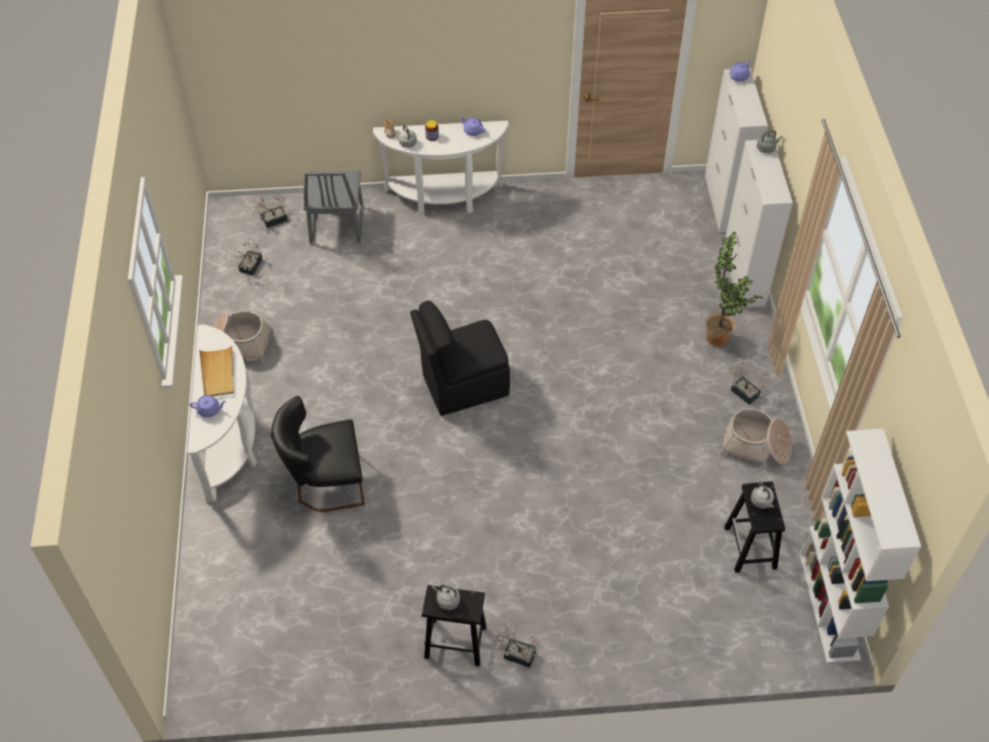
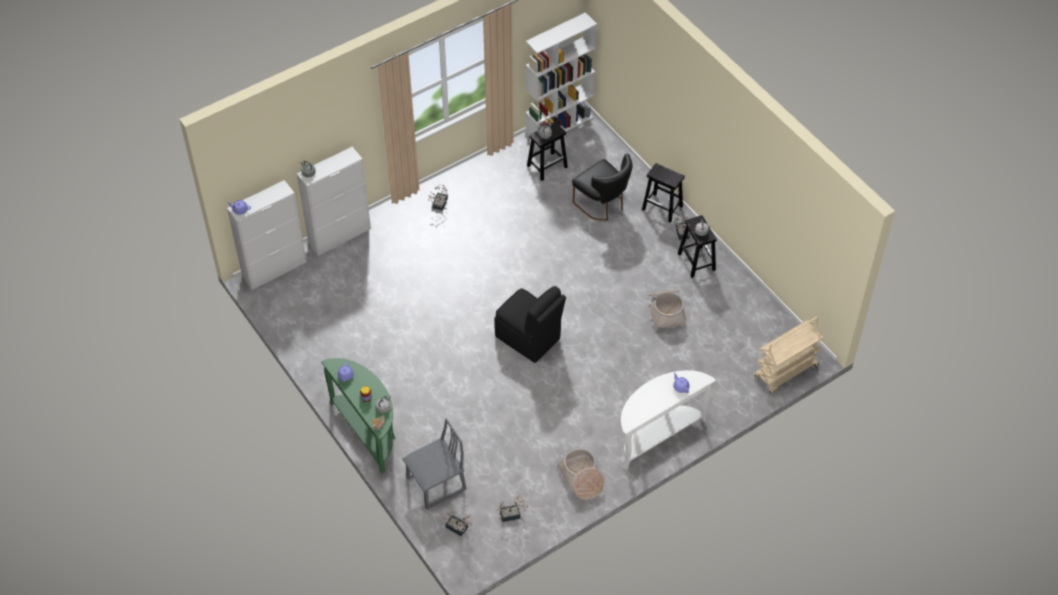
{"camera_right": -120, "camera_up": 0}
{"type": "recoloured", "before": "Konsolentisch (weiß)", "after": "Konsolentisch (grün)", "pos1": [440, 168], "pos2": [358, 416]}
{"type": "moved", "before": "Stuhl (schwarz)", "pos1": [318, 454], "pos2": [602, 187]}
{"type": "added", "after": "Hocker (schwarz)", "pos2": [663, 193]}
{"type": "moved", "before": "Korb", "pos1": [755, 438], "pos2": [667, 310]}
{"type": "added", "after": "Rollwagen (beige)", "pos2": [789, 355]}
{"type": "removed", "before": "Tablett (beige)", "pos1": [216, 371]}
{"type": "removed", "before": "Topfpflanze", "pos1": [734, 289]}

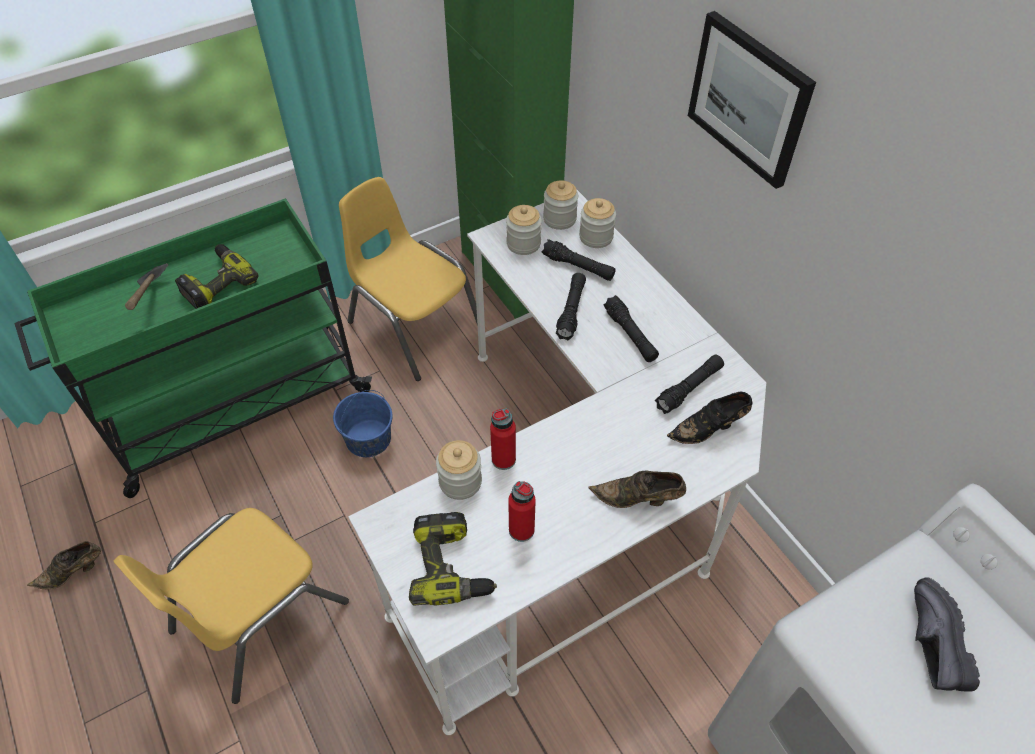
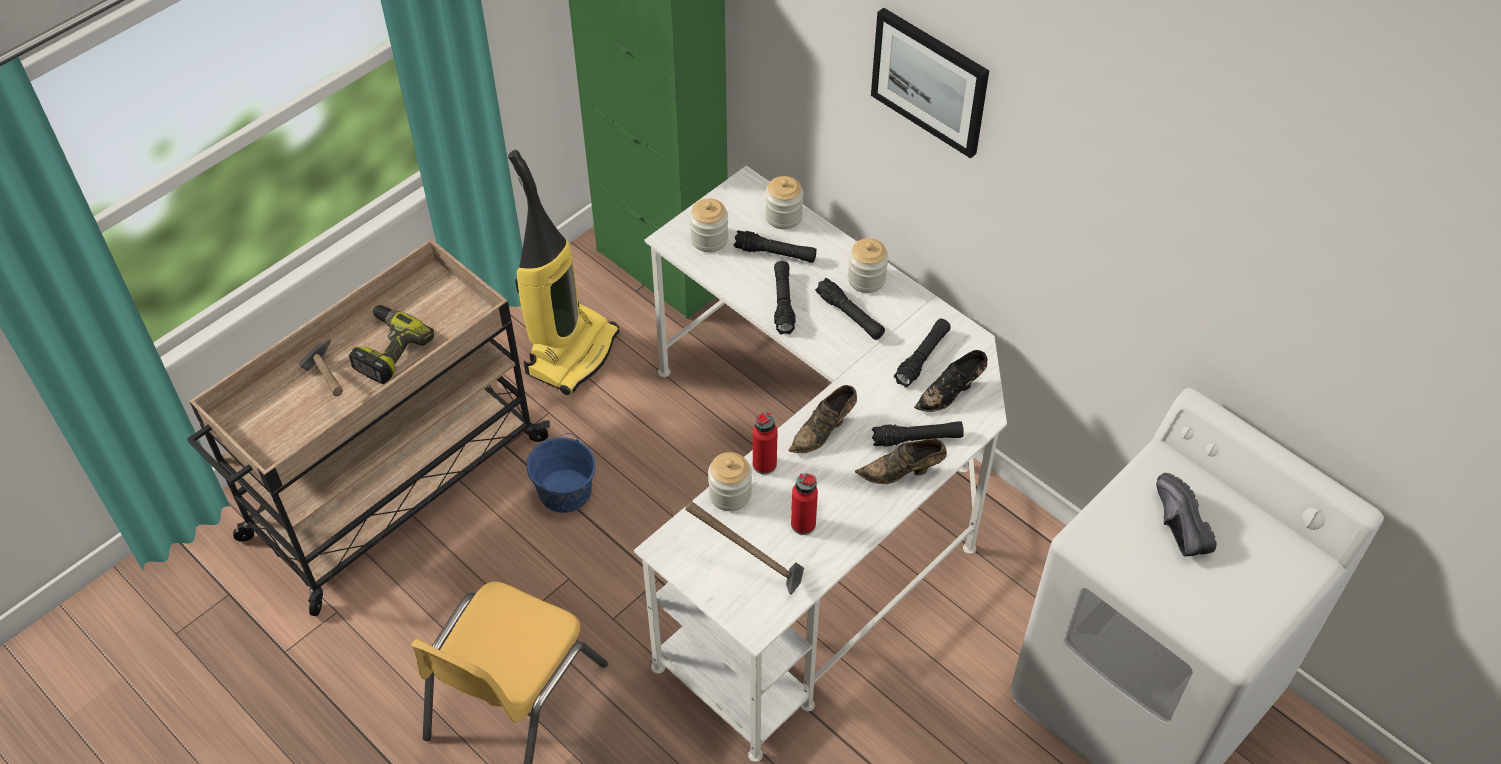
{"camera_right": -15, "camera_up": 0}
{"type": "recoloured", "before": "Rollwagen (grün)", "after": "Rollwagen (beige)", "pos1": [193, 348], "pos2": [368, 427]}
{"type": "replaced", "before": "Stuhl (gelb)", "after": "Staubsauger", "pos1": [408, 279], "pos2": [563, 272]}
{"type": "replaced", "before": "Bohrmaschine", "after": "Hammer", "pos1": [453, 559], "pos2": [744, 548]}
{"type": "moved", "before": "Schuh (braun)", "pos1": [64, 565], "pos2": [823, 419]}
{"type": "moved", "before": "Vorratsglas", "pos1": [560, 205], "pos2": [868, 265]}
{"type": "added", "after": "Taschenlampe (schwarz)", "pos2": [918, 434]}

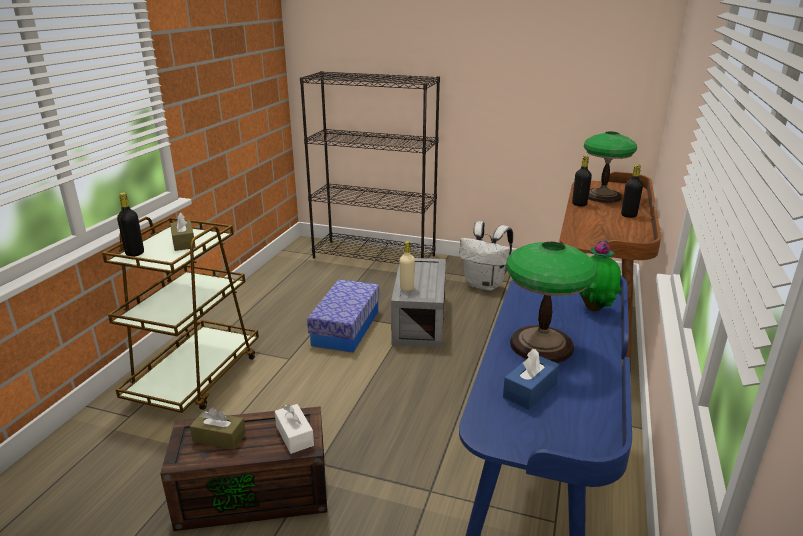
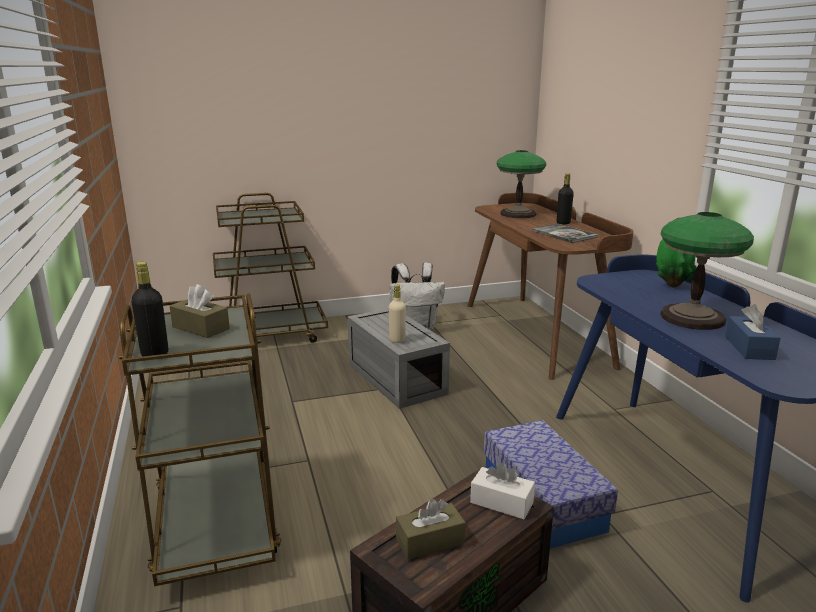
{"camera_right": -35, "camera_up": -5}
{"type": "replaced", "before": "Bücherregal (schwarz)", "after": "Rollwagen (braun)", "pos1": [370, 167], "pos2": [270, 268]}
{"type": "moved", "before": "Aufbewahrungsbox", "pos1": [343, 316], "pos2": [551, 484]}
{"type": "added", "after": "Buch", "pos2": [565, 233]}
{"type": "removed", "before": "Flasche (schwarz)", "pos1": [582, 180]}

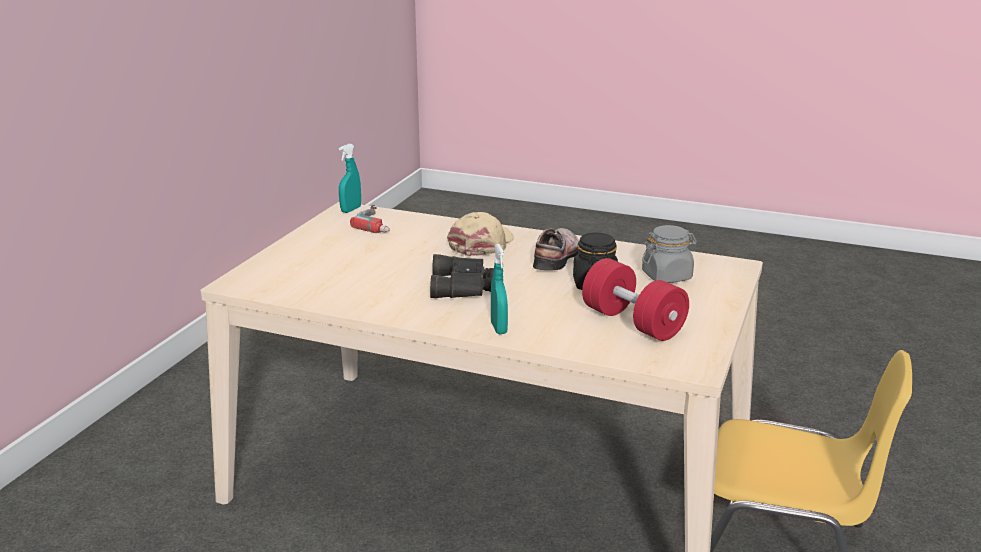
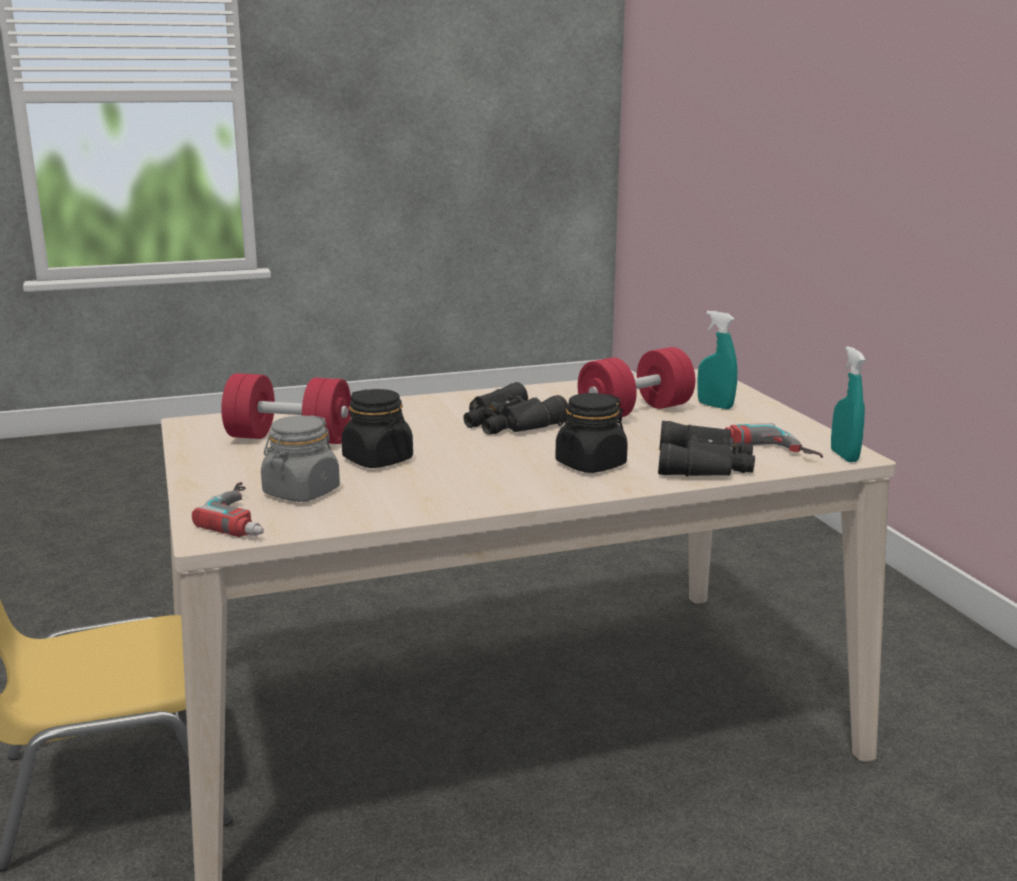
{"camera_right": 140, "camera_up": -5}
{"type": "added", "after": "Bohrmaschine", "pos2": [228, 509]}
{"type": "replaced", "before": "Kappe (beige)", "after": "Vorratsglas (schwarz)", "pos1": [480, 234], "pos2": [591, 433]}
{"type": "added", "after": "Hantel (rot)", "pos2": [636, 382]}
{"type": "added", "after": "Fernglas (schwarz)", "pos2": [706, 448]}
{"type": "moved", "before": "Sprühflasche (türkis)", "pos1": [499, 289], "pos2": [717, 360]}
{"type": "removed", "before": "Schuh", "pos1": [556, 249]}

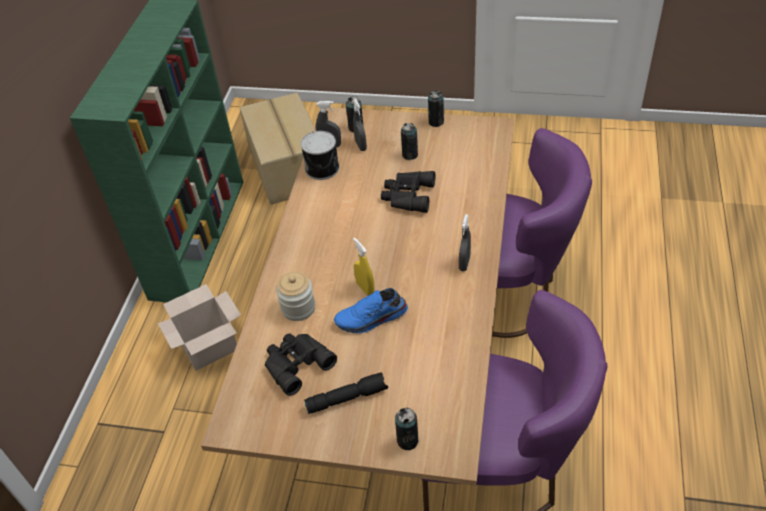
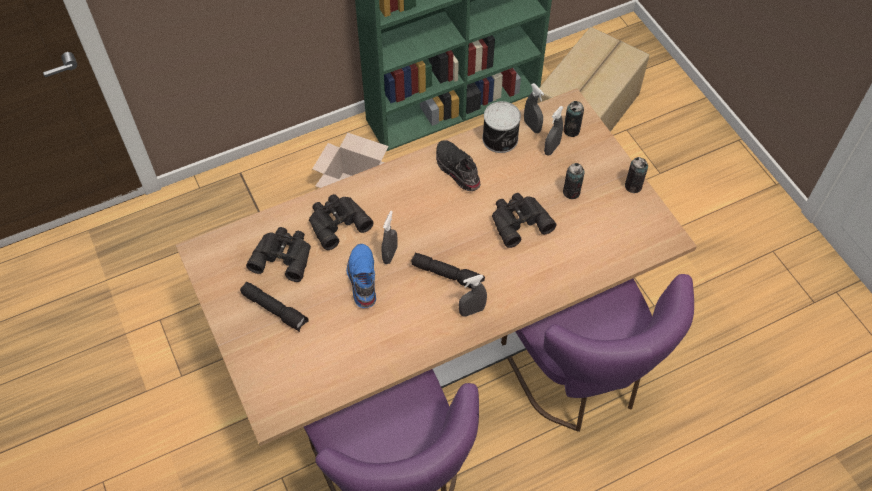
{"camera_right": 50, "camera_up": 10}
{"type": "replaced", "before": "Vorratsglas", "after": "Fernglas (schwarz)", "pos1": [295, 296], "pos2": [341, 222]}
{"type": "turned", "before": "Schuh (blau)", "pos1": [371, 311], "pos2": [361, 276], "turn": 45}
{"type": "recoloured", "before": "Sprühflasche (gelb)", "after": "Sprühflasche (grau)", "pos1": [364, 266], "pos2": [389, 237]}
{"type": "added", "after": "Taschenlampe (schwarz)", "pos2": [448, 270]}
{"type": "added", "after": "Schuh (schwarz)", "pos2": [458, 165]}
{"type": "removed", "before": "Dose", "pos1": [406, 429]}

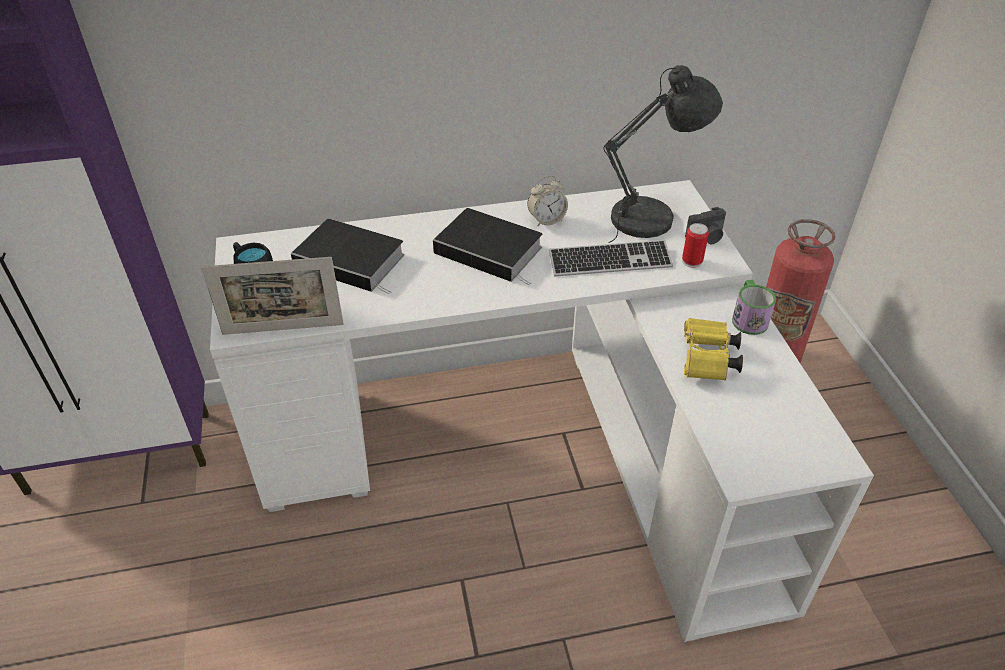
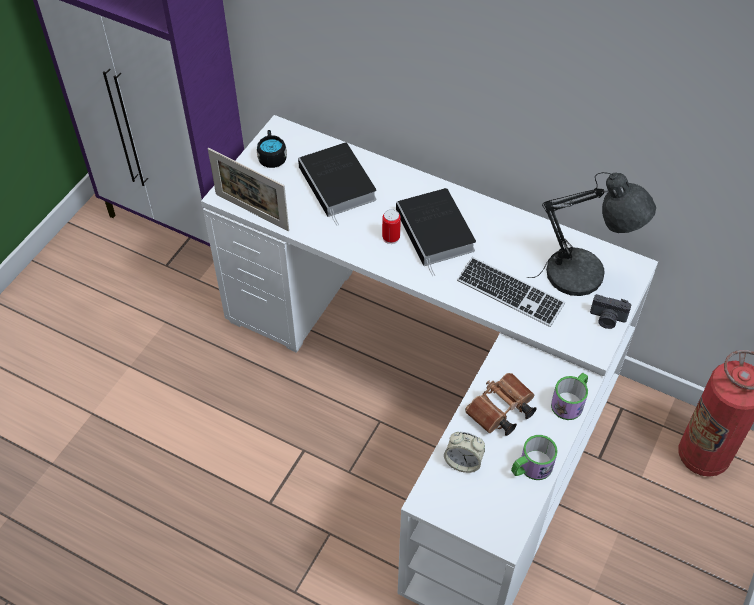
{"camera_right": 40, "camera_up": 10}
{"type": "moved", "before": "Dose", "pos1": [695, 245], "pos2": [391, 226]}
{"type": "moved", "before": "Wecker", "pos1": [547, 201], "pos2": [464, 452]}
{"type": "recoloured", "before": "Fernglas (gelb)", "after": "Fernglas (braun)", "pos1": [713, 349], "pos2": [501, 404]}
{"type": "added", "after": "Henkelbecher", "pos2": [534, 457]}

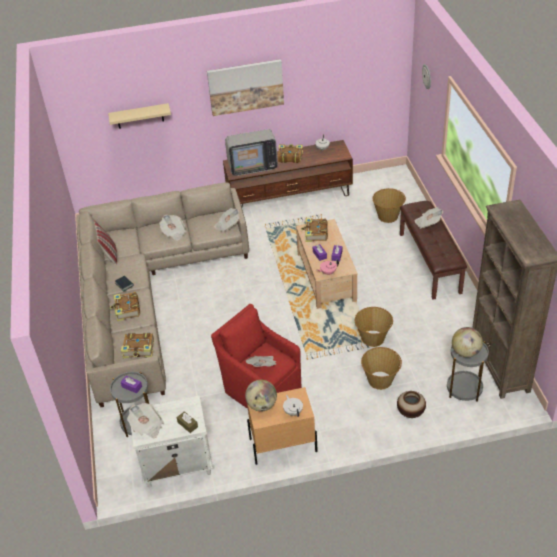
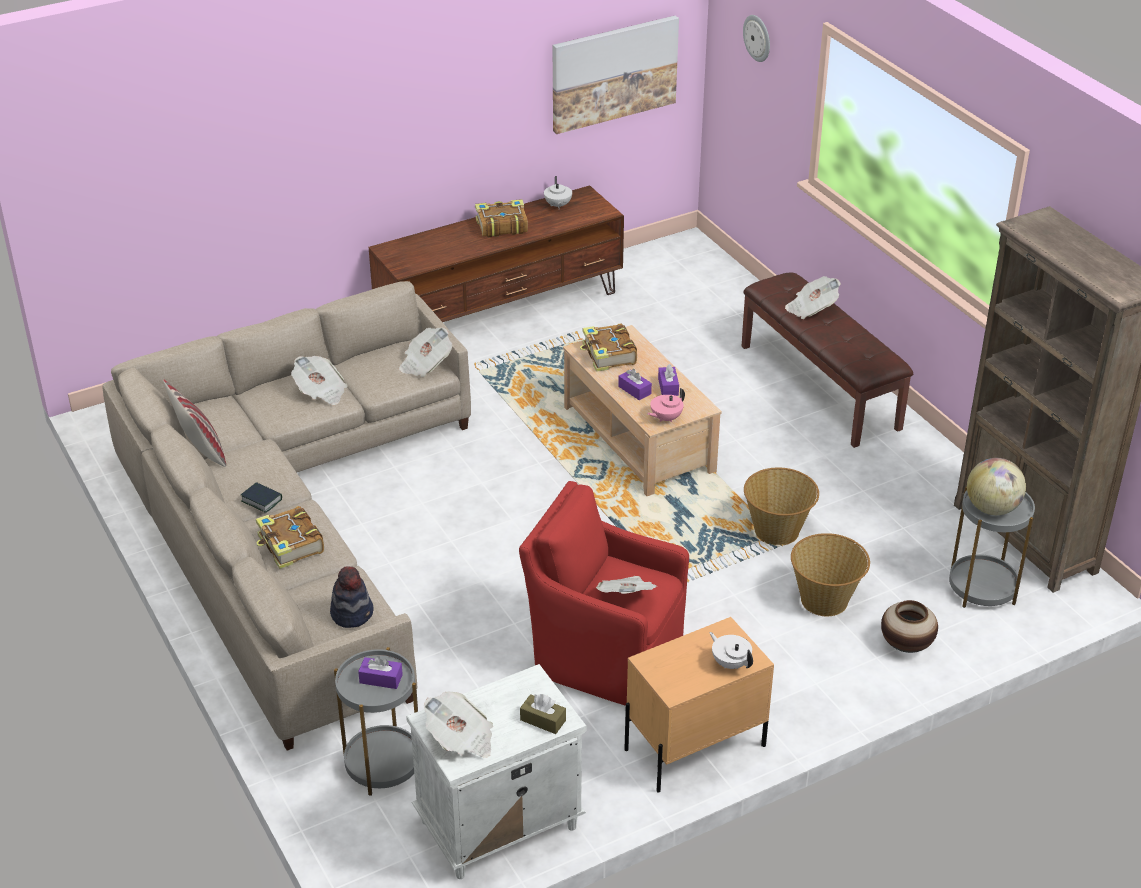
{"camera_right": -20, "camera_up": -5}
{"type": "replaced", "before": "Buch", "after": "Hut", "pos1": [137, 345], "pos2": [352, 597]}
{"type": "moved", "before": "Bild", "pos1": [245, 87], "pos2": [616, 75]}
{"type": "removed", "before": "Wandregal (beige)", "pos1": [139, 116]}
{"type": "removed", "before": "Fernseher", "pos1": [251, 152]}
{"type": "removed", "before": "Globus", "pos1": [261, 396]}
{"type": "removed", "before": "Korb", "pos1": [389, 205]}

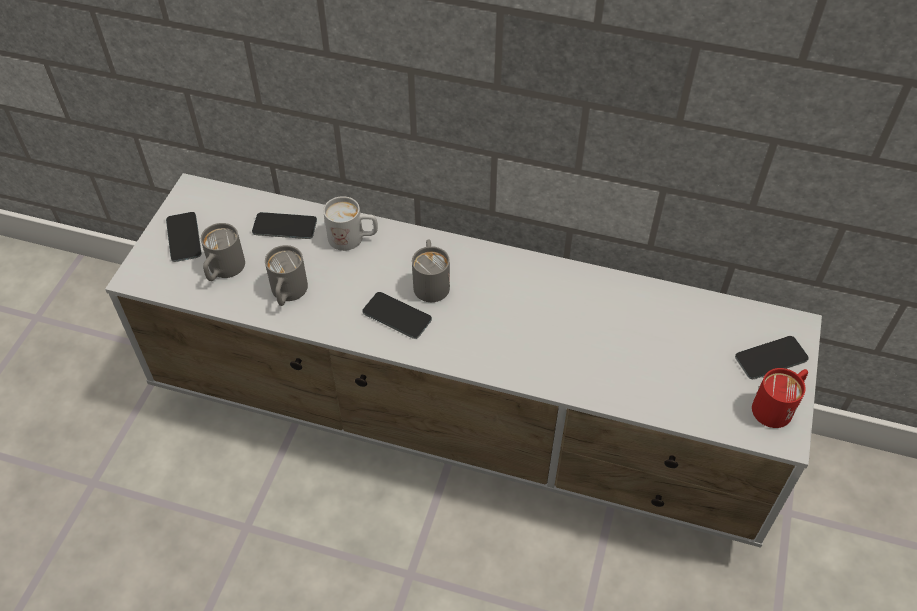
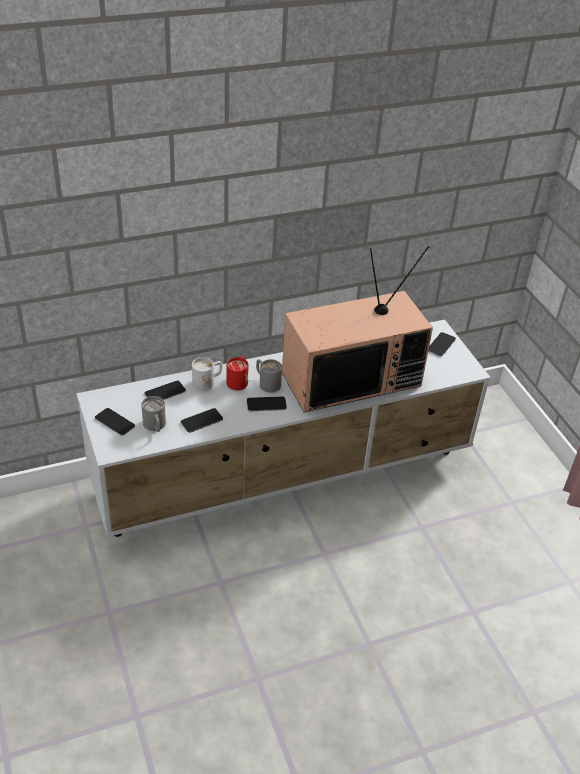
{"camera_right": -40, "camera_up": -10}
{"type": "replaced", "before": "Henkelbecher (grau)", "after": "Handy", "pos1": [286, 275], "pos2": [202, 420]}
{"type": "moved", "before": "Henkelbecher (rot)", "pos1": [780, 398], "pos2": [237, 372]}
{"type": "added", "after": "Fernseher", "pos2": [357, 329]}

